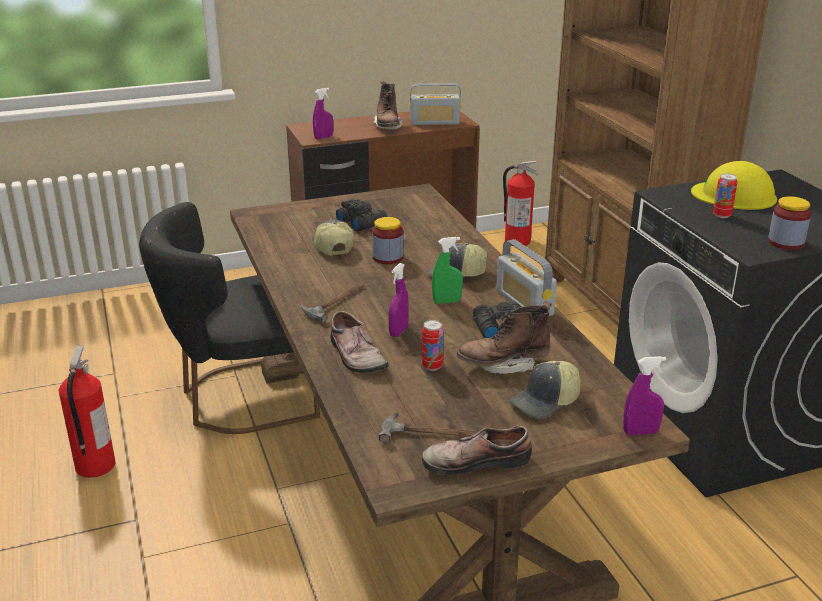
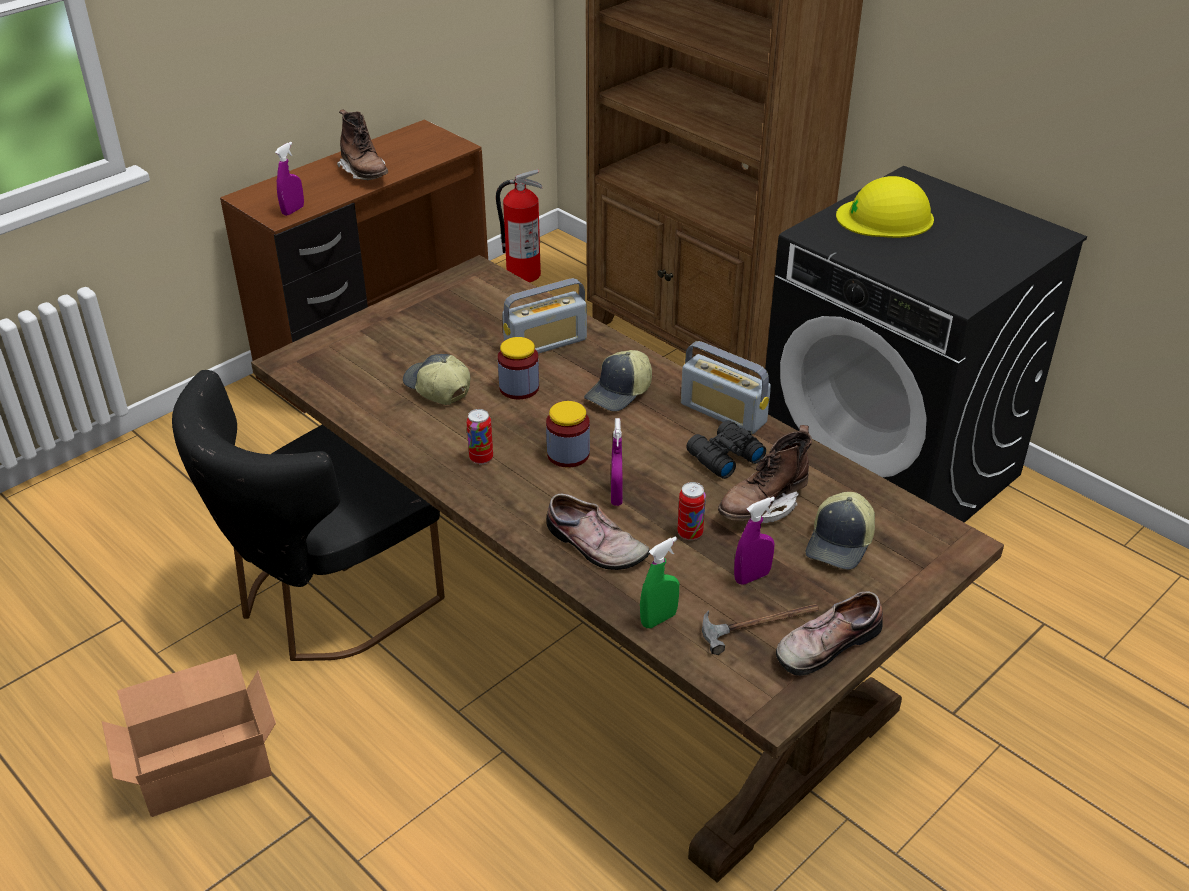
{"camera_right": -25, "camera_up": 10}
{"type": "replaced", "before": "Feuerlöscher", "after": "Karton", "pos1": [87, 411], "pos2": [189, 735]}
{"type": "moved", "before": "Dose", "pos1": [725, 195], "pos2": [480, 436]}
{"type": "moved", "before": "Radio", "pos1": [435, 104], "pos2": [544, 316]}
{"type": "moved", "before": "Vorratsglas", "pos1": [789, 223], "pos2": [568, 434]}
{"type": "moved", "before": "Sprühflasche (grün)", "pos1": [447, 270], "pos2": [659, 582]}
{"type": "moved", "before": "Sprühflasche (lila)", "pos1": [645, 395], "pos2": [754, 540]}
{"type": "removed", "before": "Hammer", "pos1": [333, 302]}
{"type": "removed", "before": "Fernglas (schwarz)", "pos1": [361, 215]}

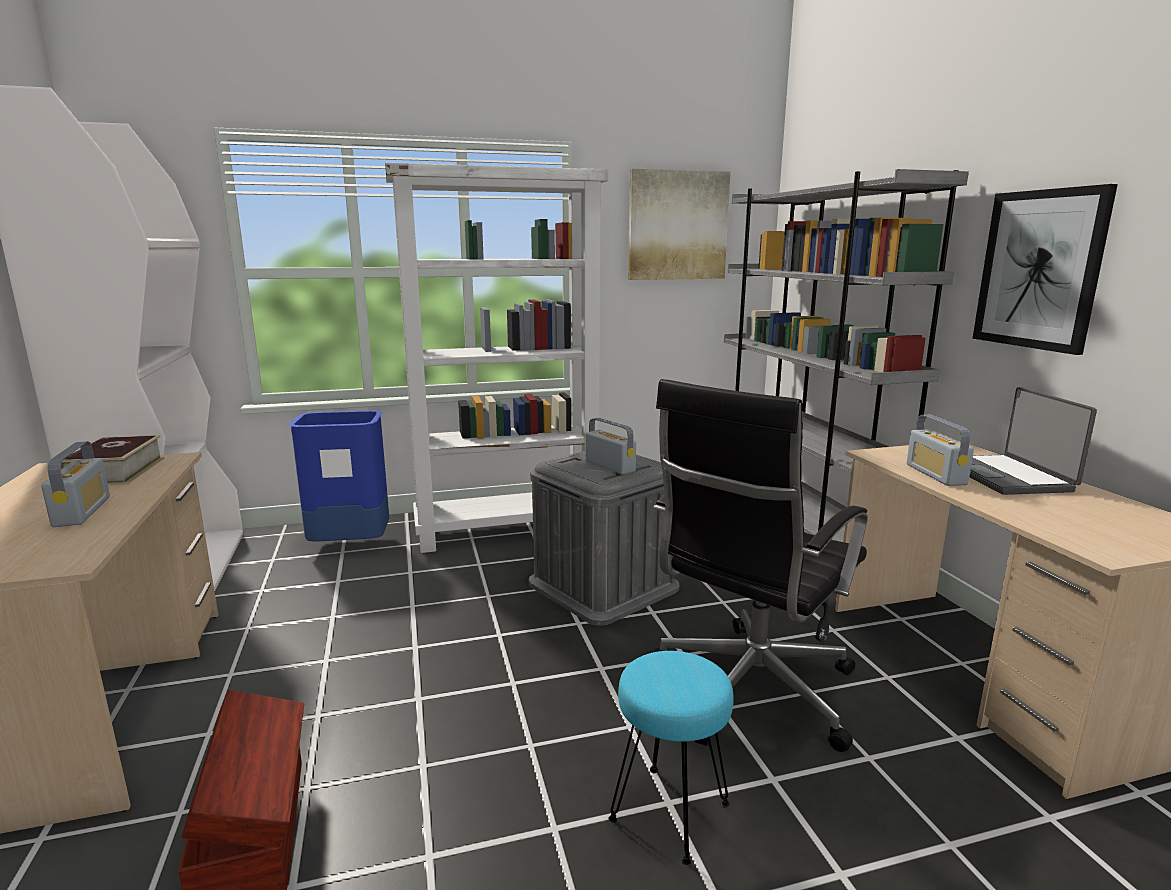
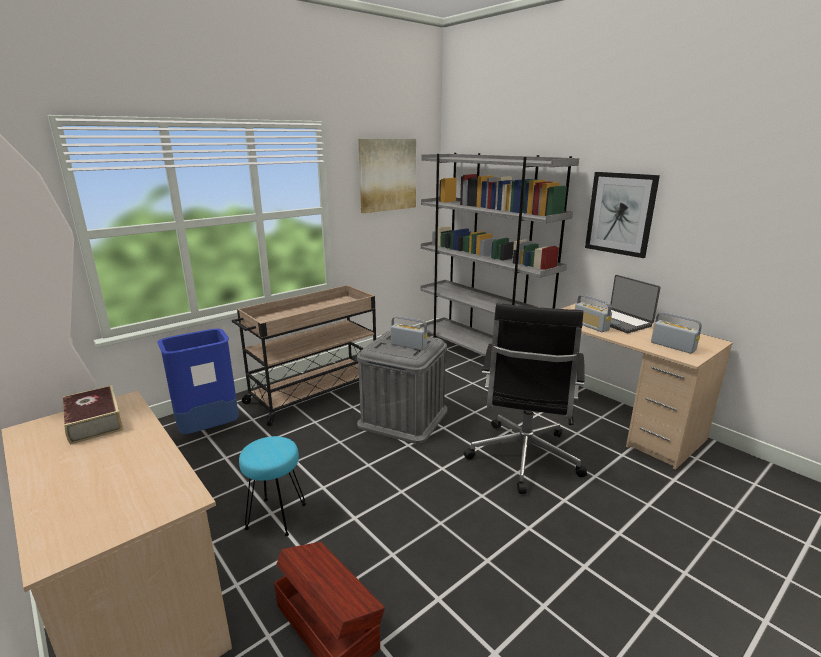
{"camera_right": -25, "camera_up": 5}
{"type": "replaced", "before": "Bücherregal (weiß)", "after": "Rollwagen (beige)", "pos1": [497, 358], "pos2": [304, 355]}
{"type": "moved", "before": "Hocker (türkis)", "pos1": [671, 758], "pos2": [272, 486]}
{"type": "moved", "before": "Radio", "pos1": [75, 484], "pos2": [676, 333]}

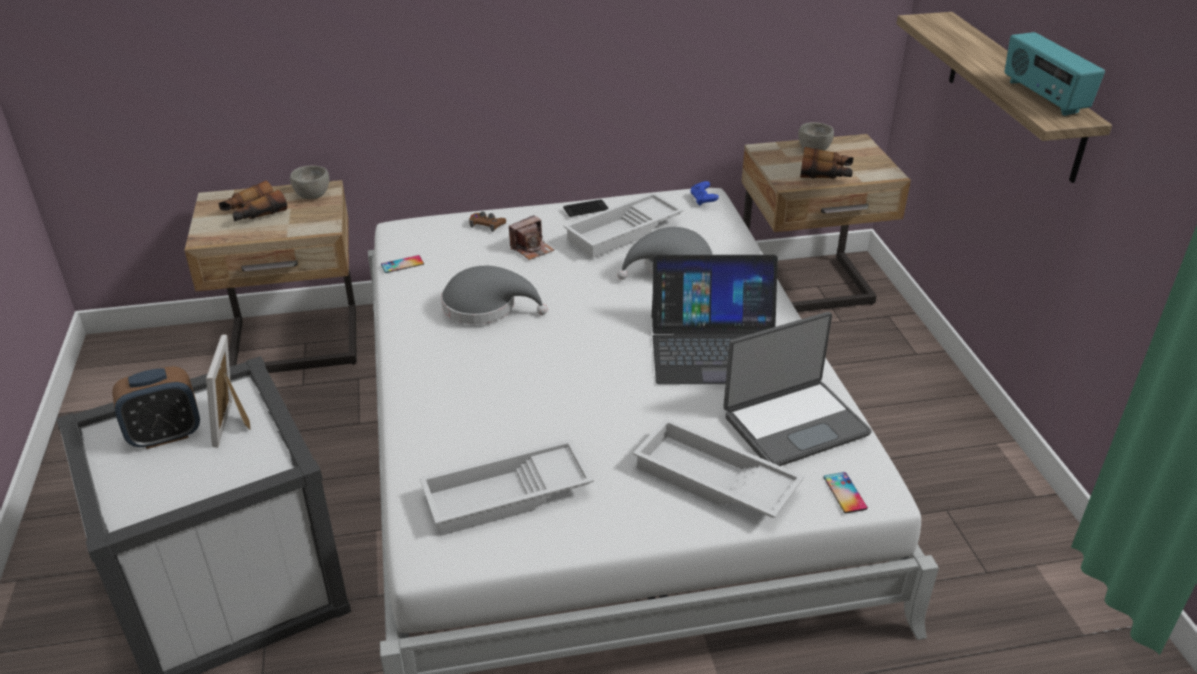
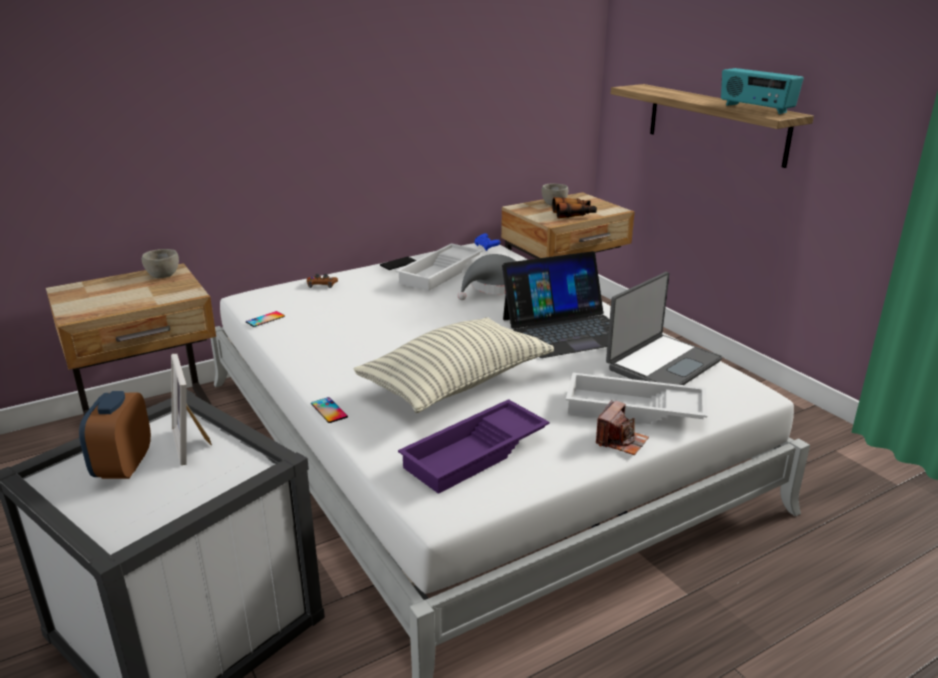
{"camera_right": -20, "camera_up": -10}
{"type": "turned", "before": "Wecker", "pos1": [156, 407], "pos2": [115, 435], "turn": 135}
{"type": "moved", "before": "Handy", "pos1": [845, 492], "pos2": [329, 410]}
{"type": "added", "after": "Kissen", "pos2": [454, 365]}
{"type": "recoloured", "before": "Tablett (weiß)", "after": "Tablett (lila)", "pos1": [507, 487], "pos2": [474, 446]}
{"type": "moved", "before": "Kamera", "pos1": [531, 237], "pos2": [622, 427]}
{"type": "removed", "before": "Fernglas", "pos1": [252, 201]}
{"type": "removed", "before": "Hut (grau)", "pos1": [494, 295]}

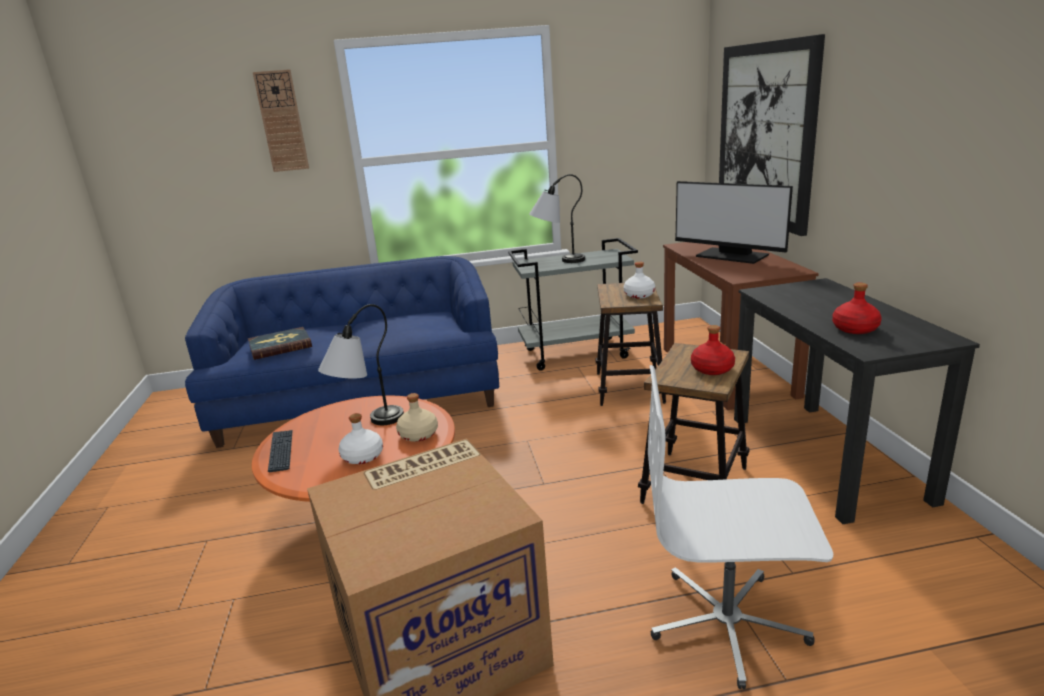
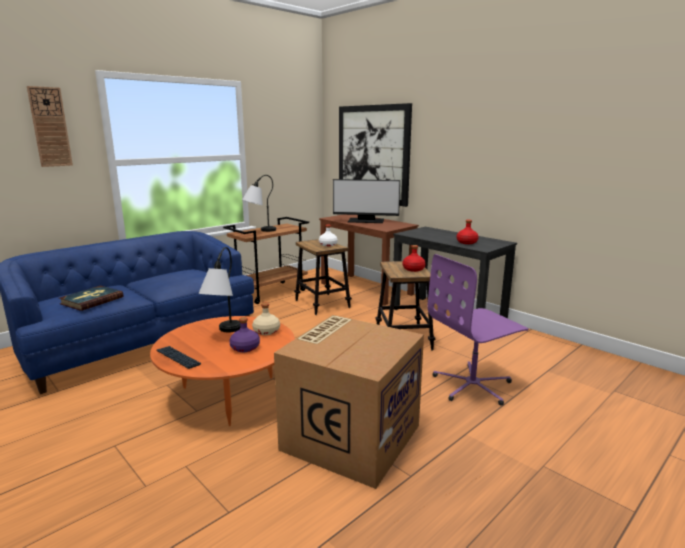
{"camera_right": -35, "camera_up": -5}
{"type": "recoloured", "before": "Rollwagen (grau)", "after": "Rollwagen (braun)", "pos1": [573, 304], "pos2": [266, 260]}
{"type": "recoloured", "before": "Flasche (weiß)", "after": "Flasche (lila)", "pos1": [361, 438], "pos2": [244, 334]}
{"type": "recoloured", "before": "Bürostuhl (weiß)", "after": "Bürostuhl (lila)", "pos1": [740, 527], "pos2": [478, 330]}

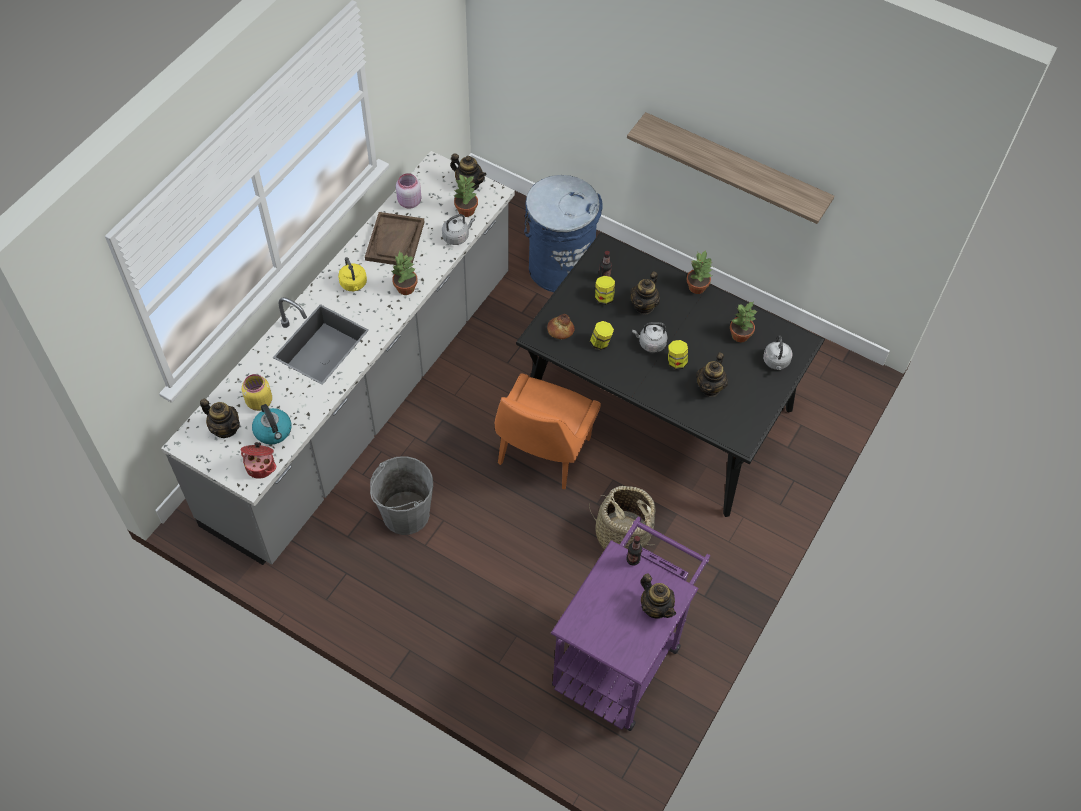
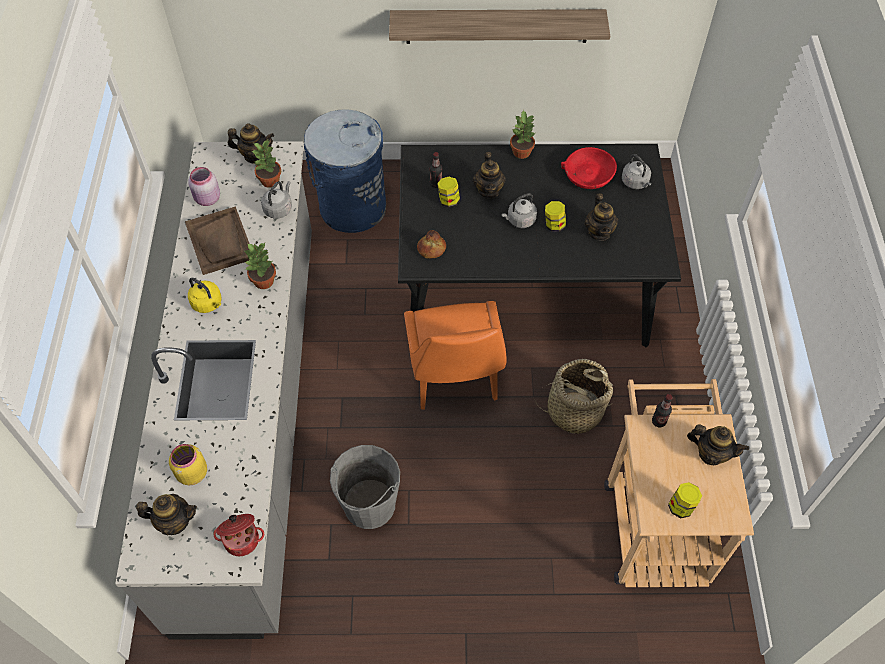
{"camera_right": -30, "camera_up": 0}
{"type": "replaced", "before": "Topfpflanze", "after": "Schüssel (rot)", "pos1": [744, 322], "pos2": [589, 168]}
{"type": "recoloured", "before": "Rollwagen (lila)", "after": "Rollwagen (beige)", "pos1": [630, 623], "pos2": [679, 483]}
{"type": "moved", "before": "Vorratsglas", "pos1": [602, 335], "pos2": [685, 500]}
{"type": "removed", "before": "Wasserkessel", "pos1": [271, 424]}

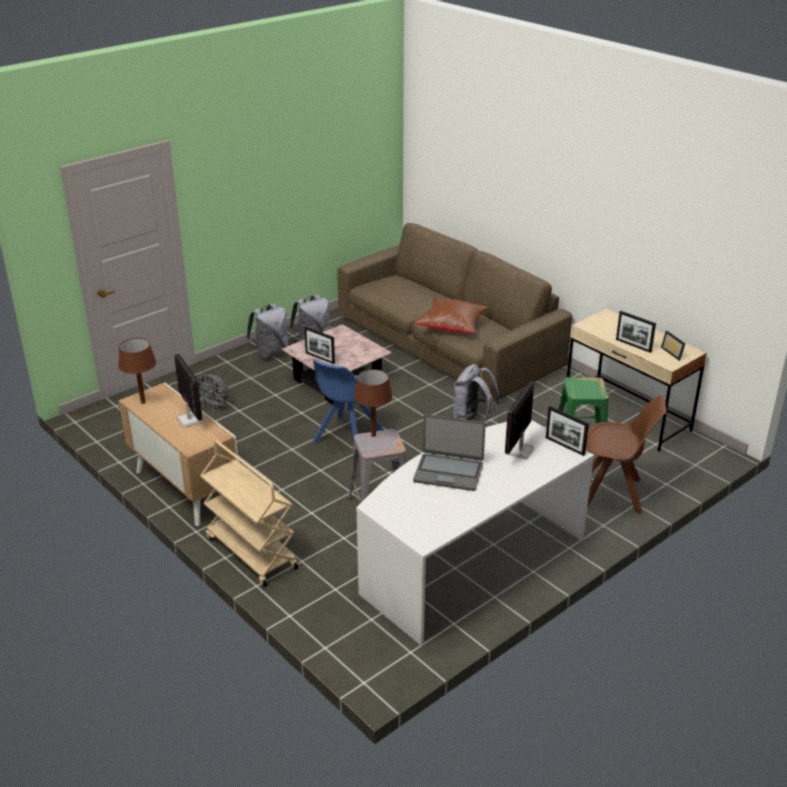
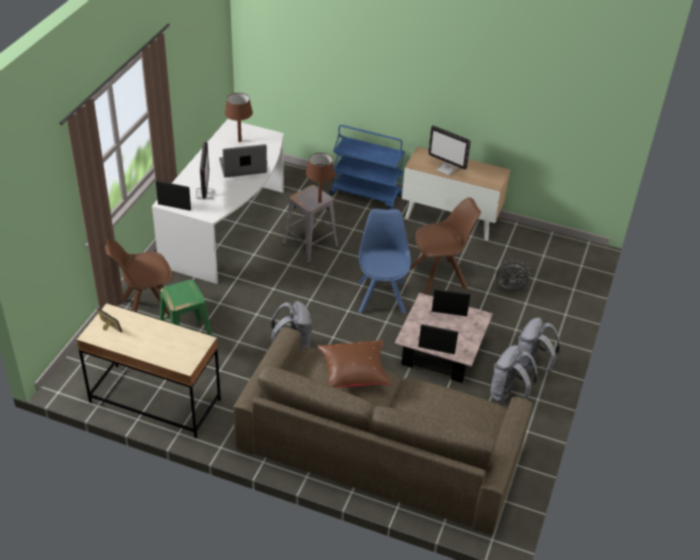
{"camera_right": 150, "camera_up": 10}
{"type": "moved", "before": "Tischlampe (braun)", "pos1": [137, 371], "pos2": [239, 117]}
{"type": "recoloured", "before": "Rollwagen (beige)", "after": "Rollwagen (blau)", "pos1": [249, 514], "pos2": [367, 167]}
{"type": "added", "after": "Stuhl (braun)", "pos2": [445, 246]}
{"type": "moved", "before": "Bilderrahmen", "pos1": [636, 332], "pos2": [438, 339]}

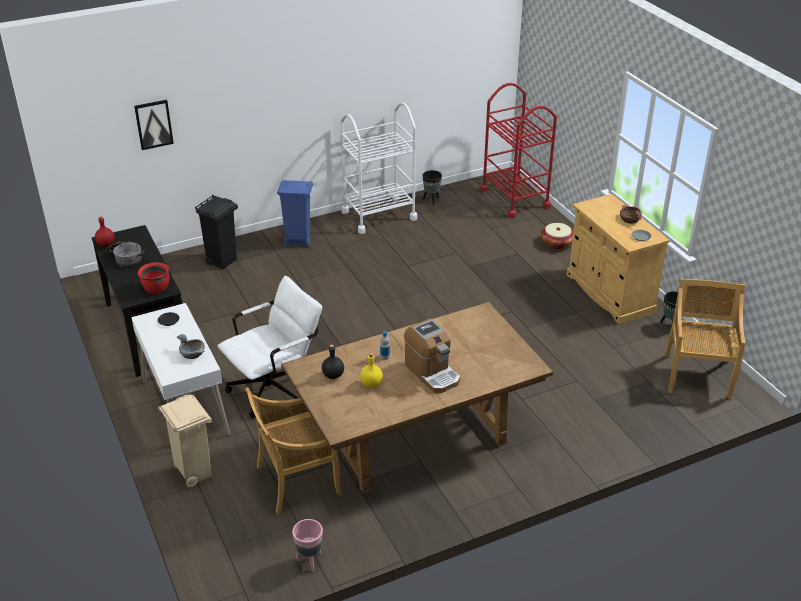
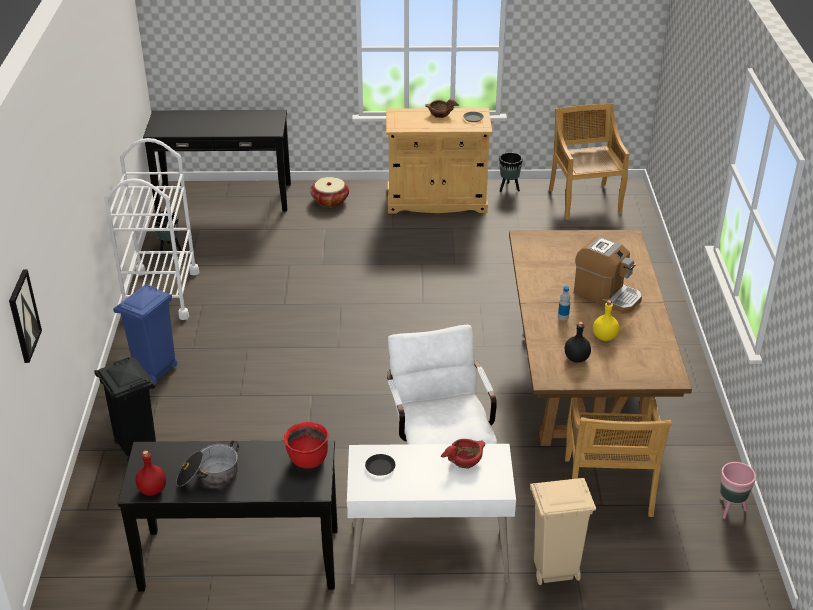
{"camera_right": -65, "camera_up": 0}
{"type": "replaced", "before": "Rollwagen (rot)", "after": "Konsolentisch (schwarz)", "pos1": [518, 150], "pos2": [217, 161]}
{"type": "recoloured", "before": "Schüssel (grau)", "after": "Schüssel (rot)", "pos1": [191, 346], "pos2": [463, 454]}
{"type": "turned", "before": "Stuhl (beige)", "pos1": [705, 338], "pos2": [589, 161], "turn": 45}
{"type": "turned", "before": "Kaffeemaschine", "pos1": [432, 356], "pos2": [608, 274], "turn": 45}

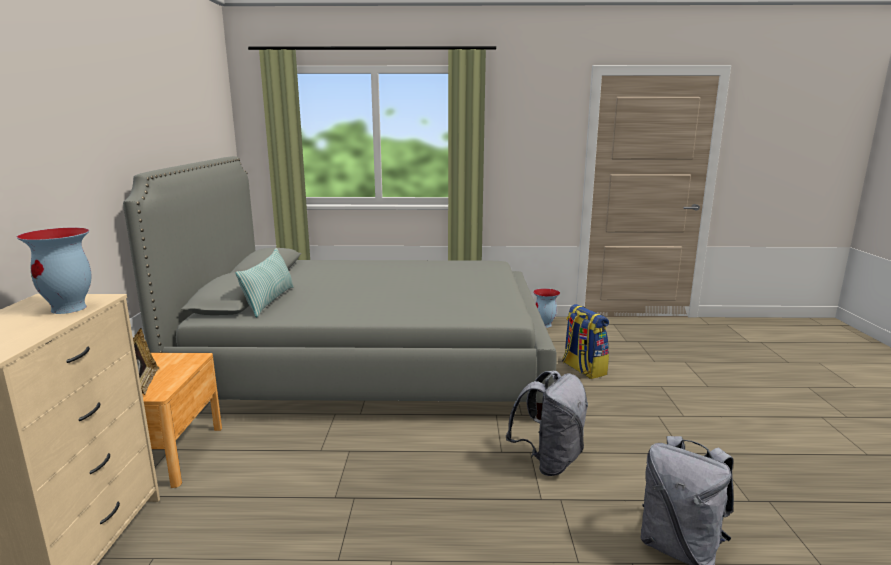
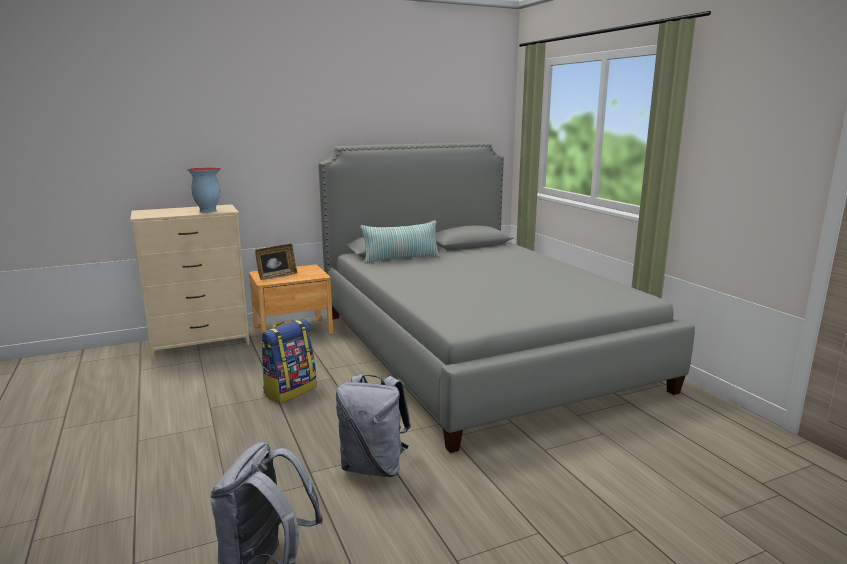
{"camera_right": 65, "camera_up": 0}
{"type": "moved", "before": "Rucksack", "pos1": [585, 341], "pos2": [288, 361]}
{"type": "removed", "before": "Vase", "pos1": [546, 308]}

